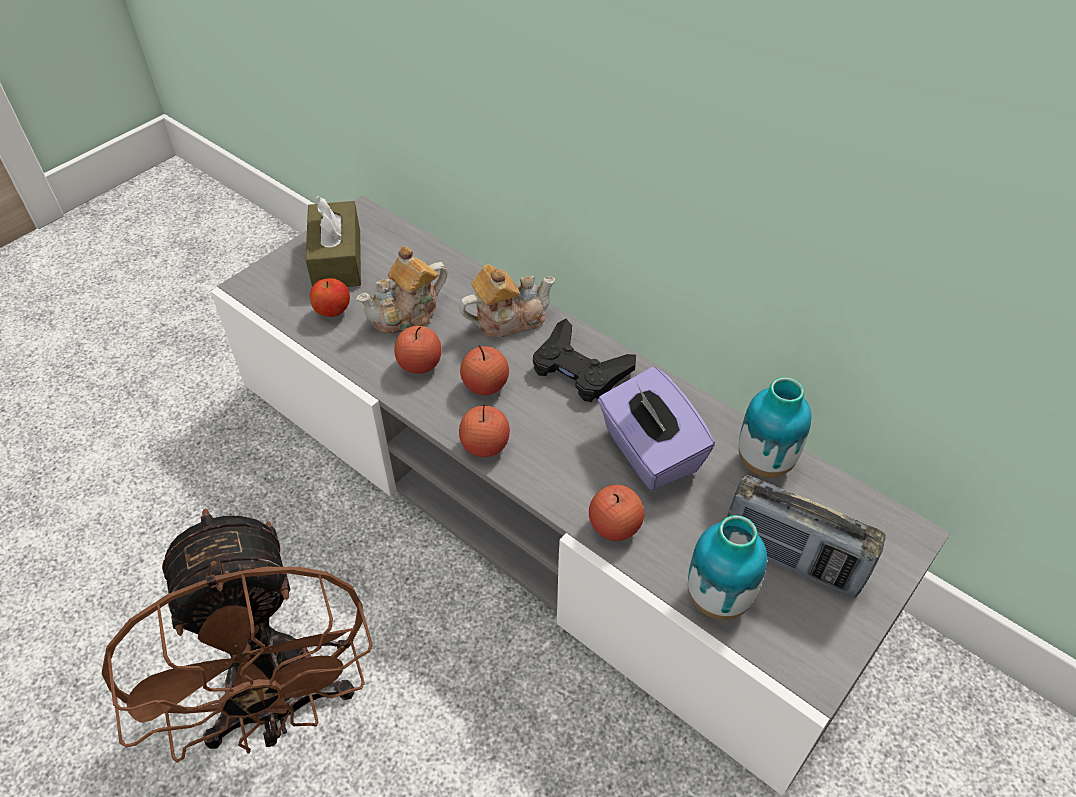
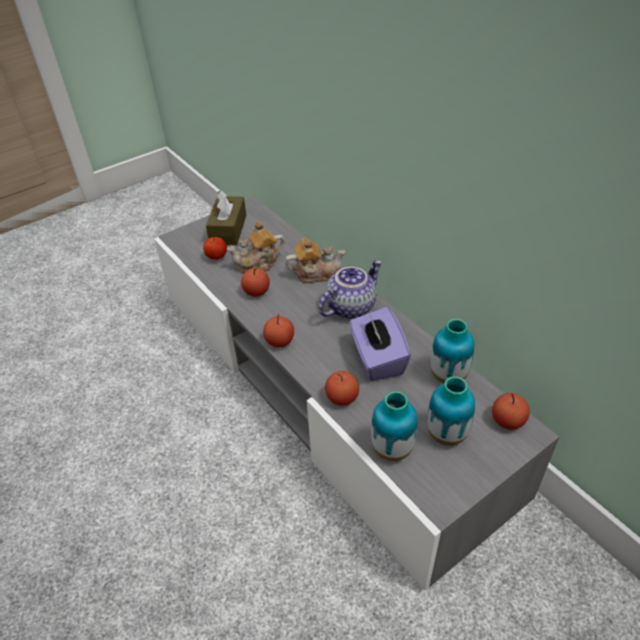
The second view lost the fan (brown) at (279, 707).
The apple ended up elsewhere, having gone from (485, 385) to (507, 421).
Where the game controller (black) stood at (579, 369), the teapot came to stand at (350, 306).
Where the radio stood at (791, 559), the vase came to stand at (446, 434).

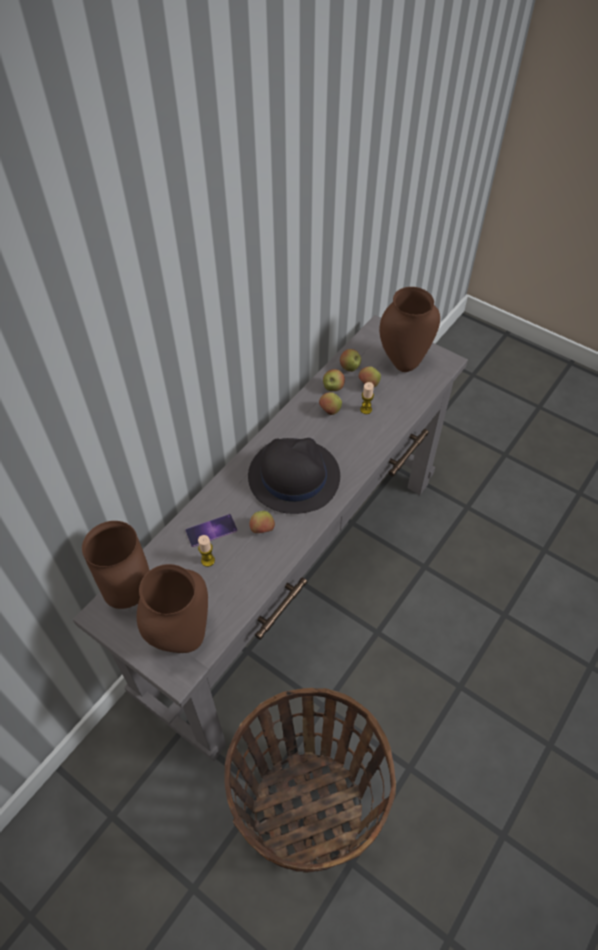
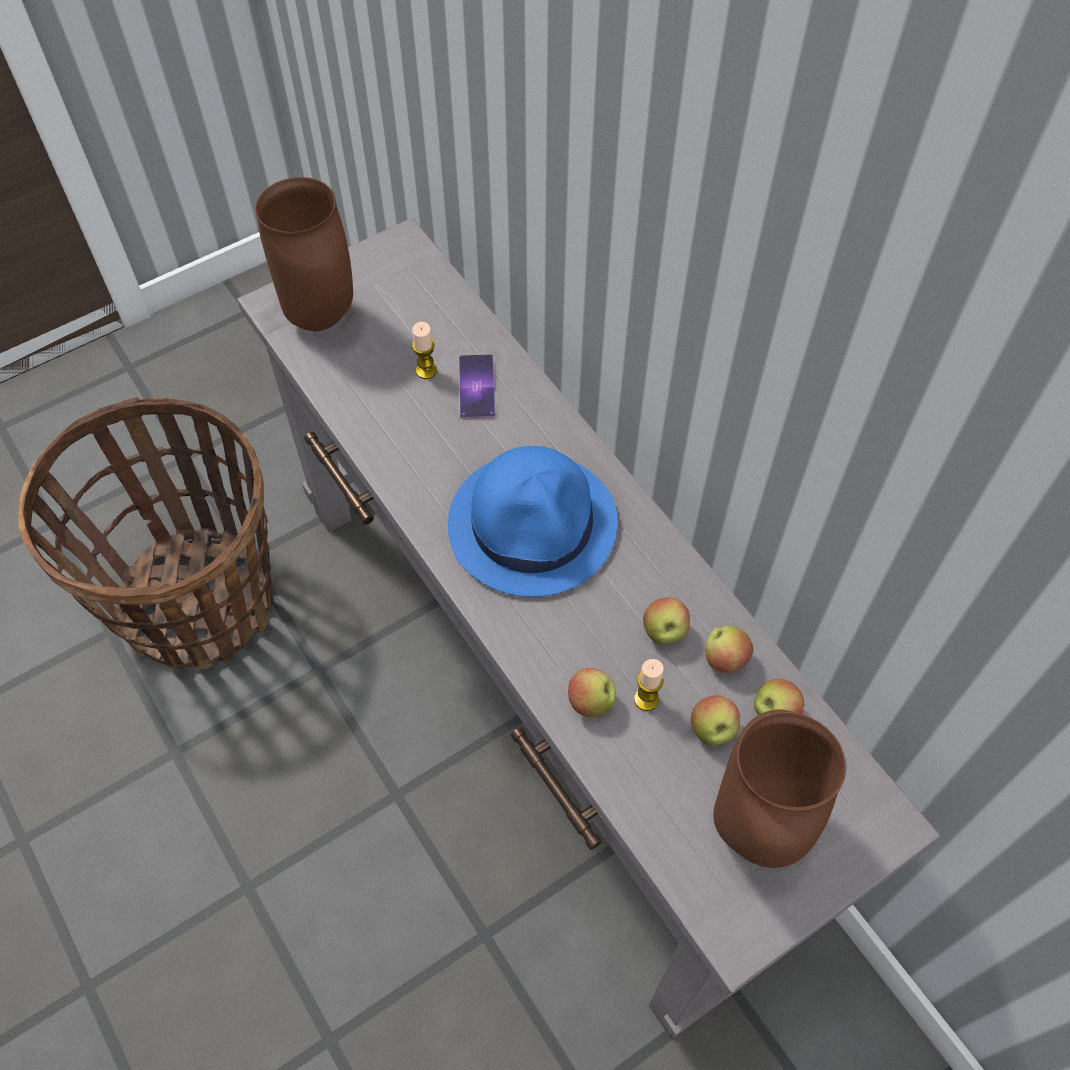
The second view lost the vase (brown) at (129, 596).
The apple ended up elsewhere, having gone from (262, 530) to (591, 702).
What was the hat (black) at (293, 476) turned into the hat (blue) at (533, 524).

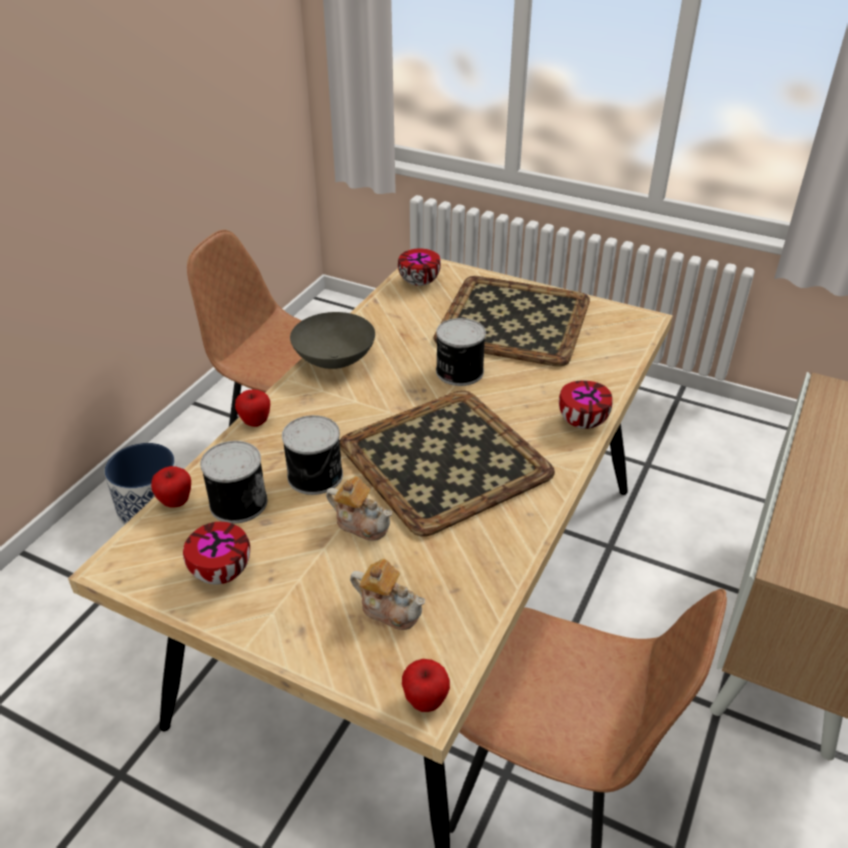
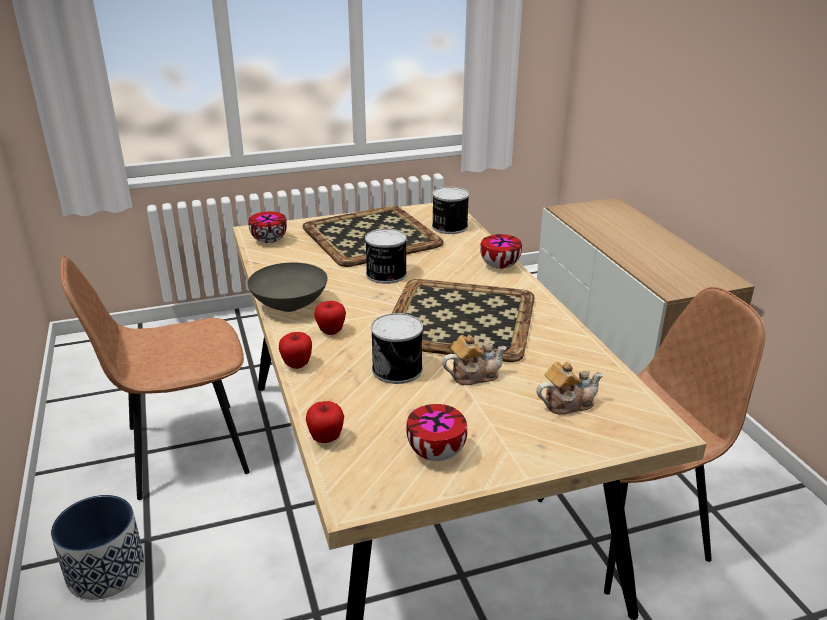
The can ended up elsewhere, having gone from (237, 502) to (448, 227).
The apple ended up elsewhere, having gone from (425, 701) to (331, 331).

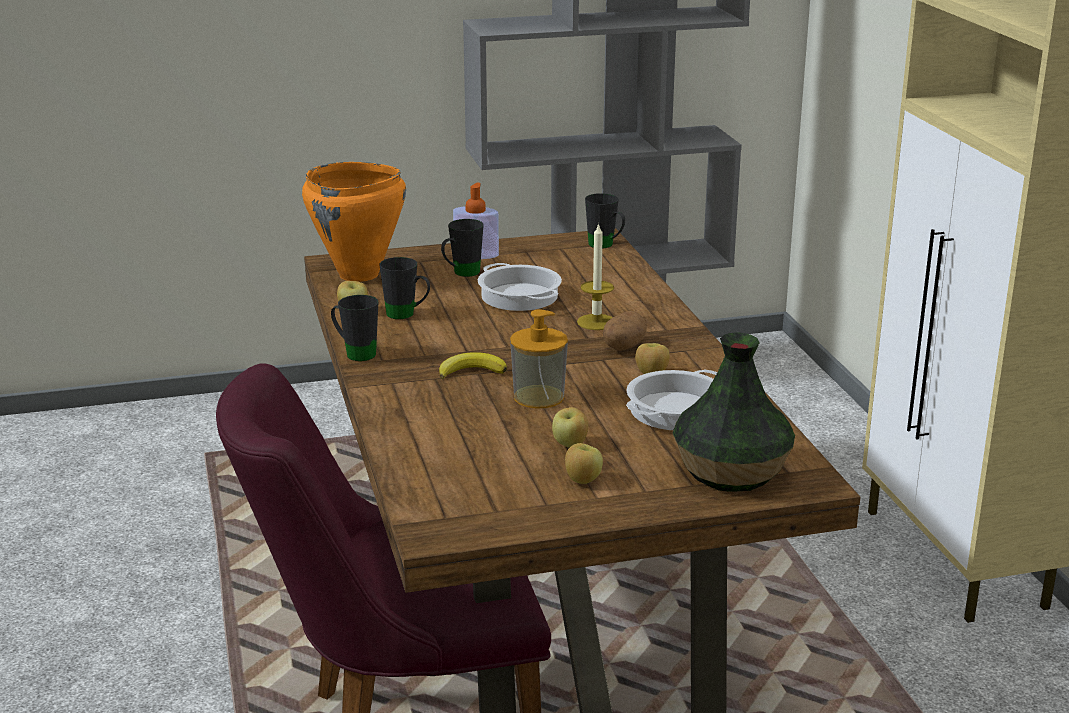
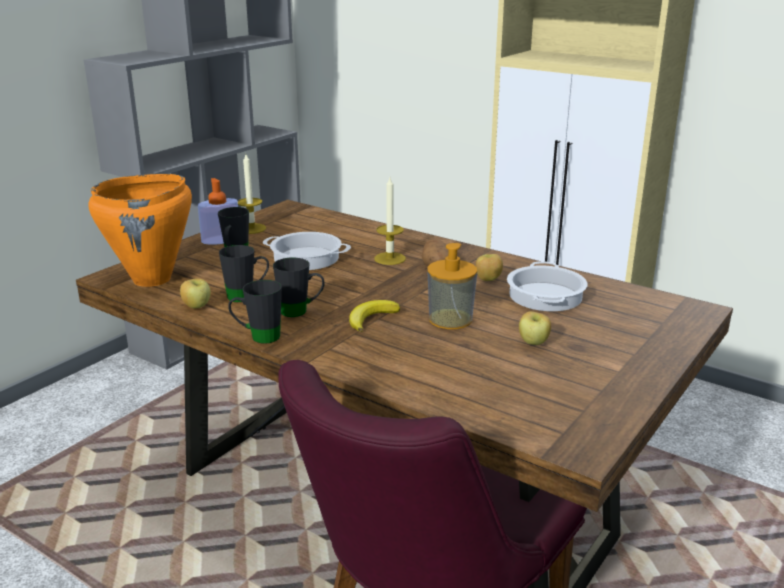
The second view lost the apple at (582, 481).
The second view lost the vase at (731, 471).
The second view gained the candle at (251, 228).
The mug (black) ended up elsewhere, having gone from (605, 246) to (300, 311).

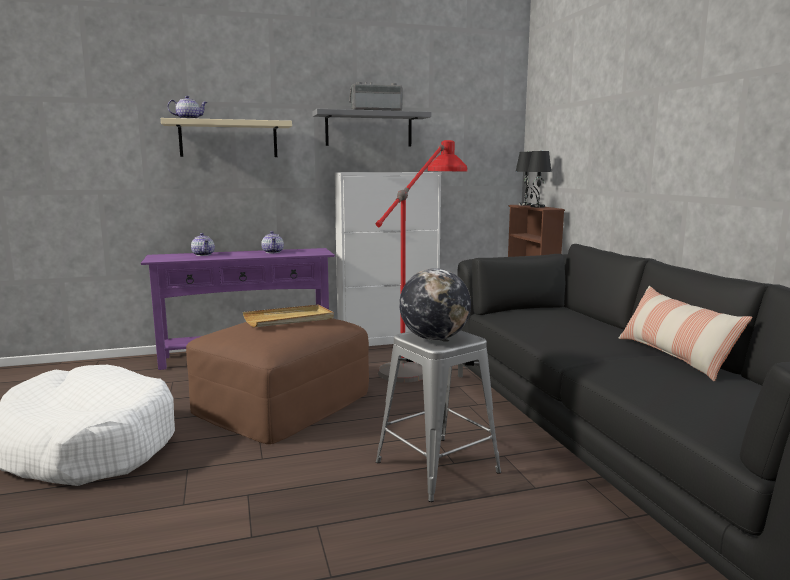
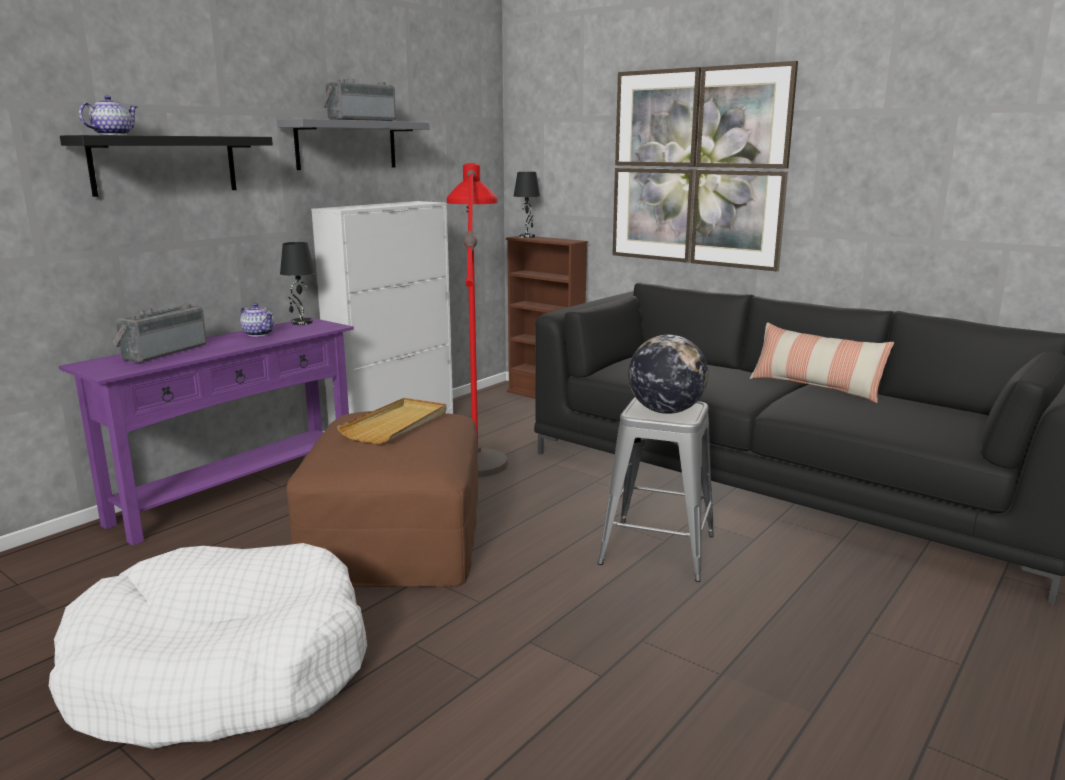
The second view gained the picture at (697, 168).
The table lamp (black) ended up elsewhere, having gone from (537, 207) to (301, 323).
Where the teapot stood at (203, 254), the radio came to stand at (162, 352).
What was the shelf (beige) at (228, 139) turned into the shelf (black) at (165, 165).

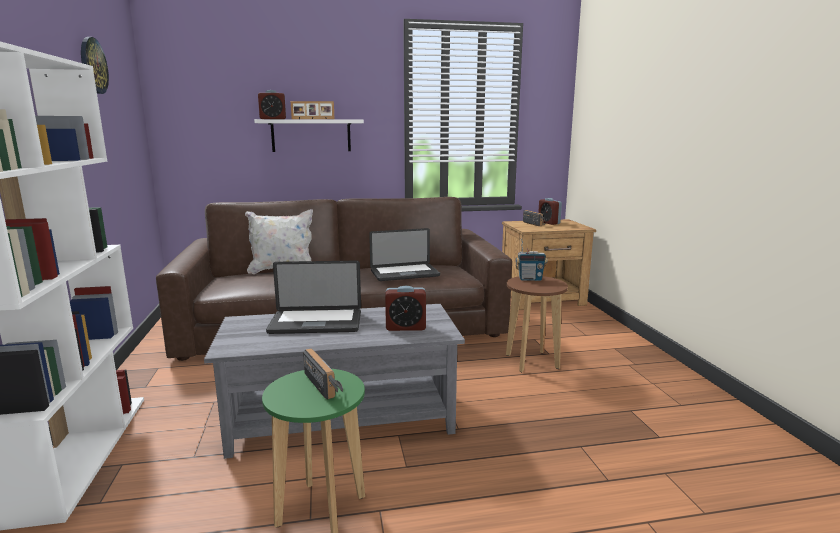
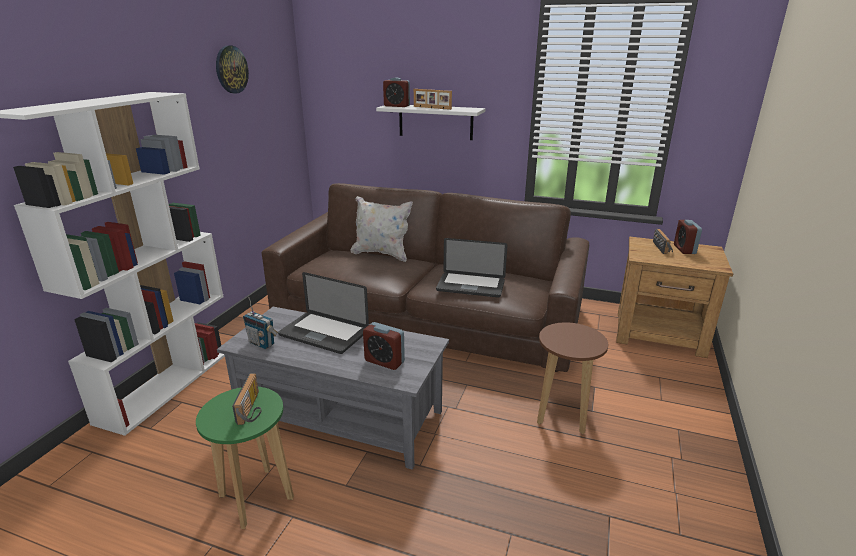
The radio ended up elsewhere, having gone from (530, 279) to (262, 343).

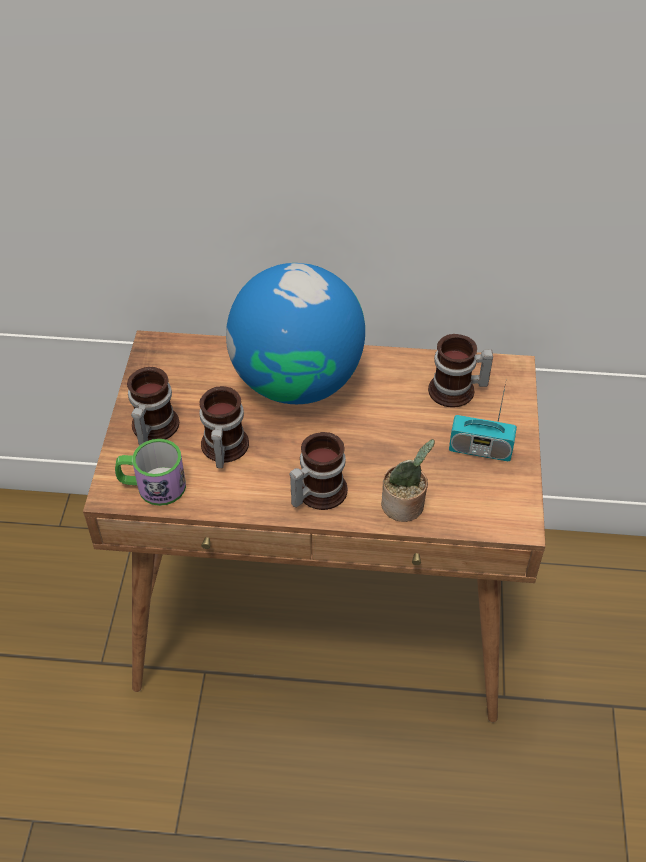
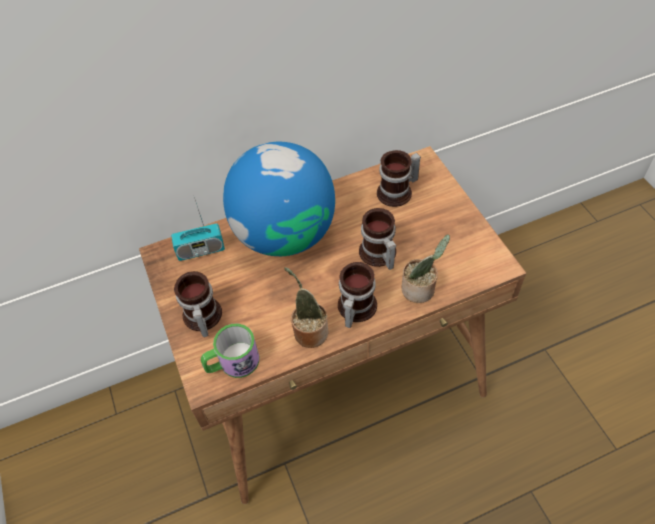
The second view gained the potted plant at (309, 331).
The mug ended up elsewhere, having gone from (222, 448) to (377, 255).
The radio ended up elsewhere, having gone from (480, 449) to (201, 250).

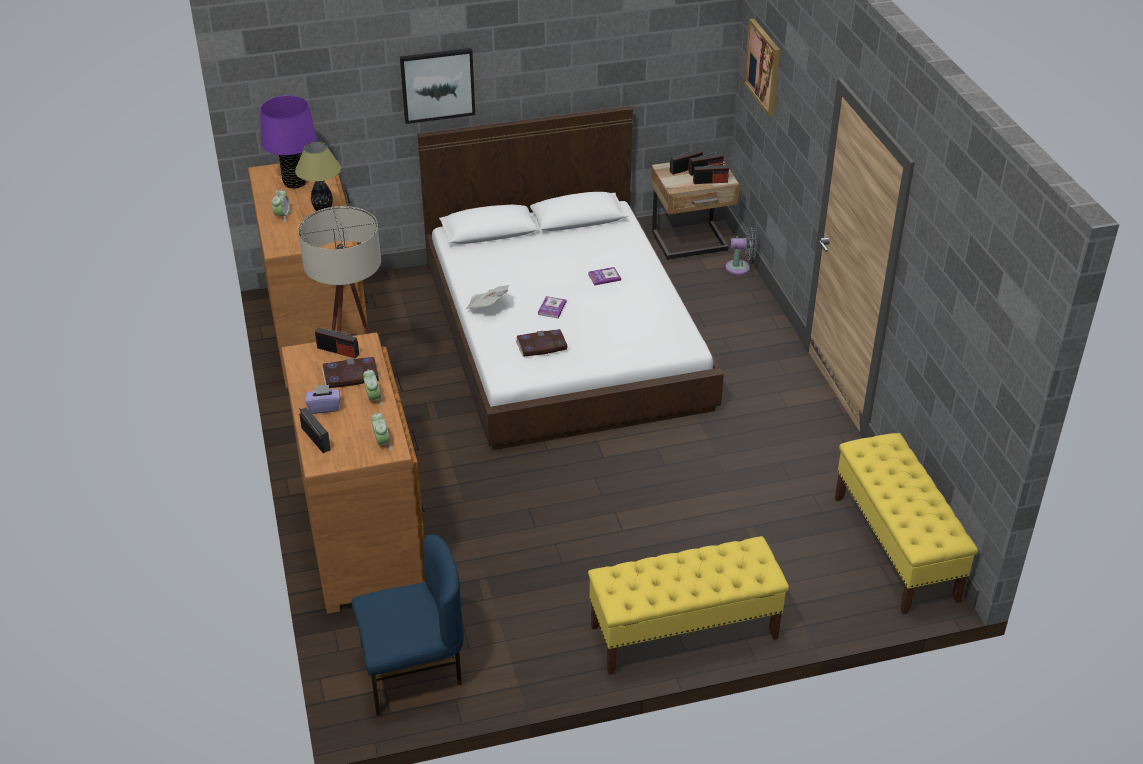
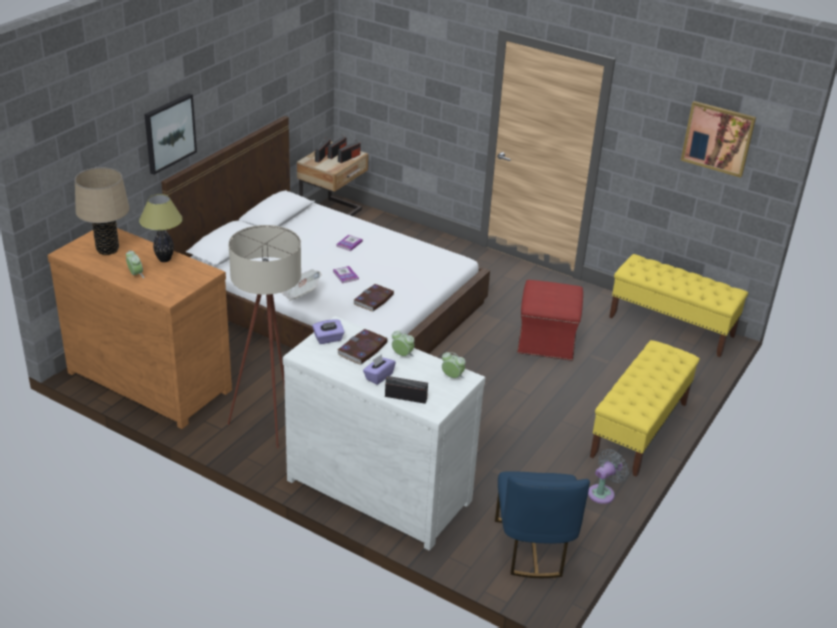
The second view gained the ottoman (red) at (546, 342).
The fan (grey) ended up elsewhere, having gone from (740, 268) to (603, 493).
The picture ended up elsewhere, having gone from (763, 66) to (718, 138).
Where the radio stood at (338, 351), the tissue box (purple) came to stand at (328, 339).
What was the table lamp (purple) at (295, 183) turned into the table lamp (beige) at (107, 250).
What was the dresser (brown) at (364, 534) turned into the dresser (white) at (380, 488).
The chair (blue) at (413, 672) ended up facing another way, 150 degrees clockwise from before.

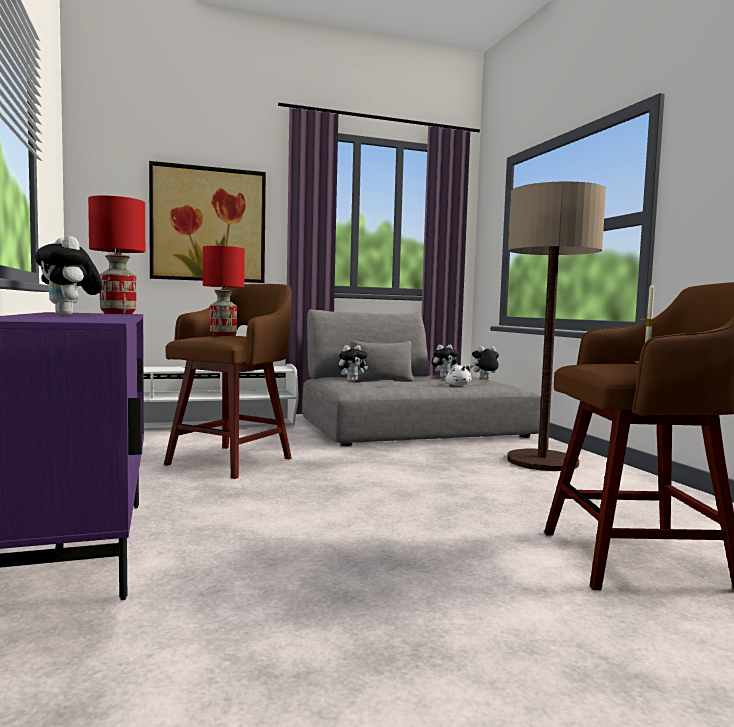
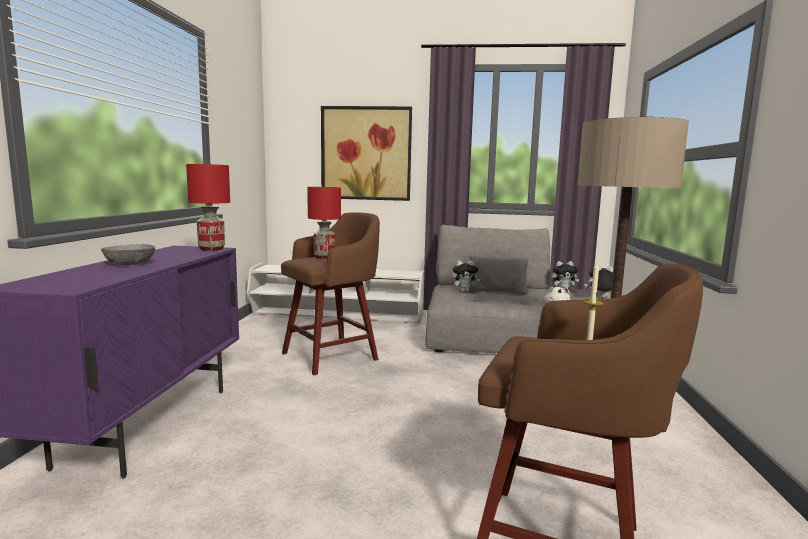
Where the plush toy stood at (70, 315), the bowl (grey) came to stand at (130, 264).

